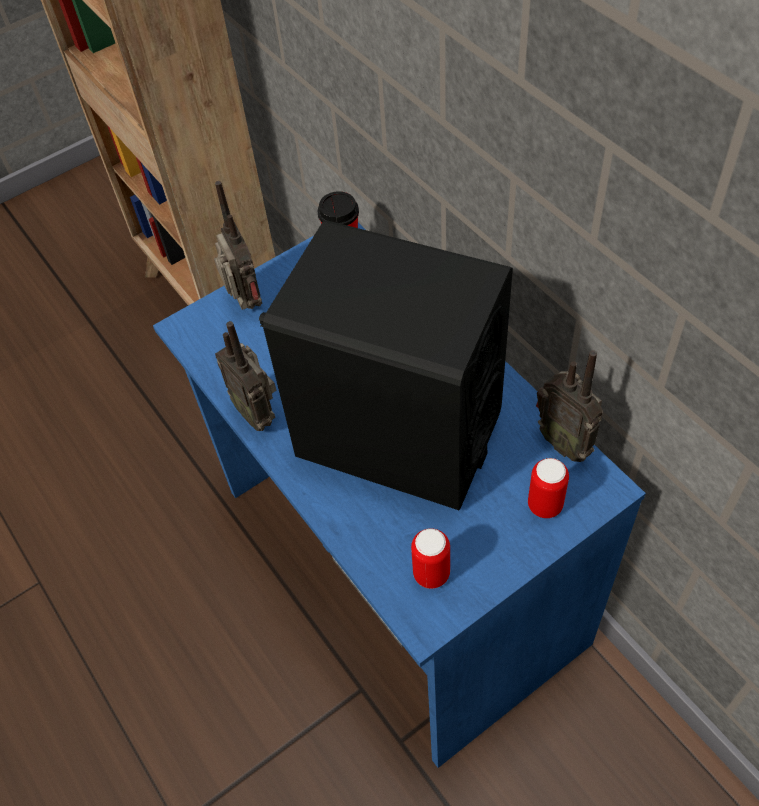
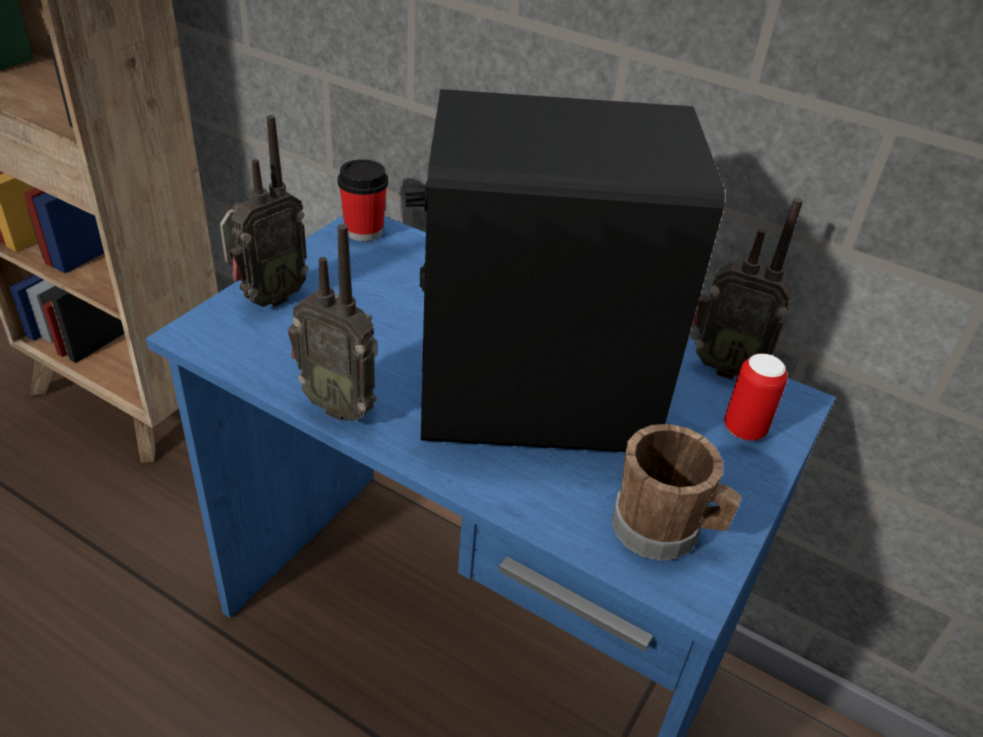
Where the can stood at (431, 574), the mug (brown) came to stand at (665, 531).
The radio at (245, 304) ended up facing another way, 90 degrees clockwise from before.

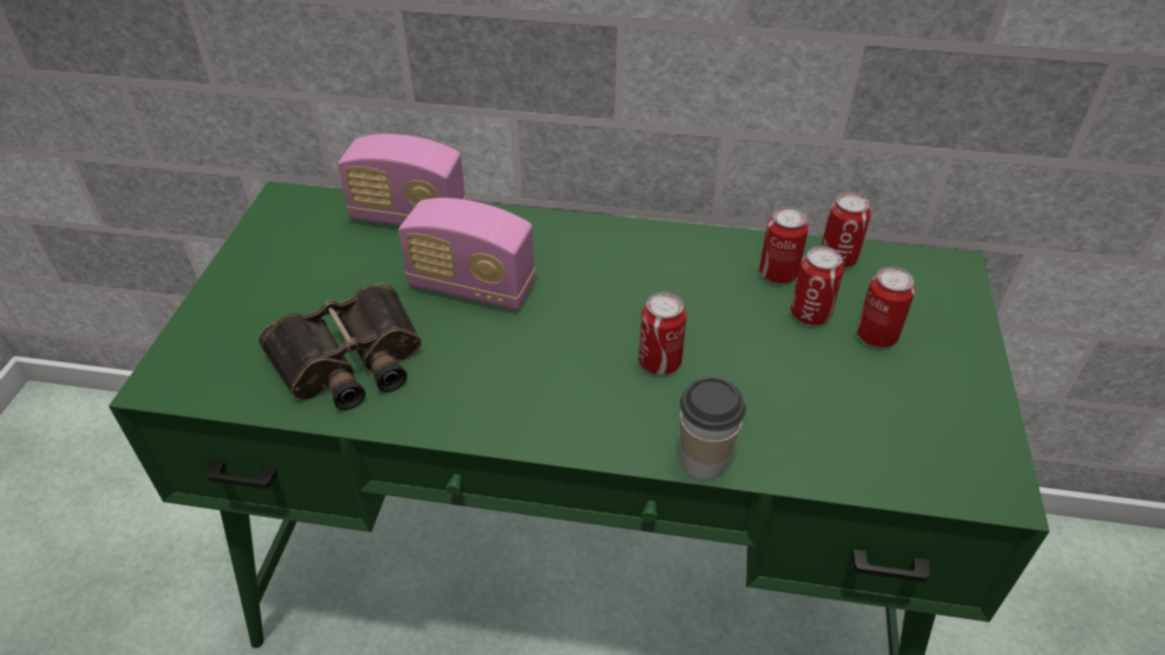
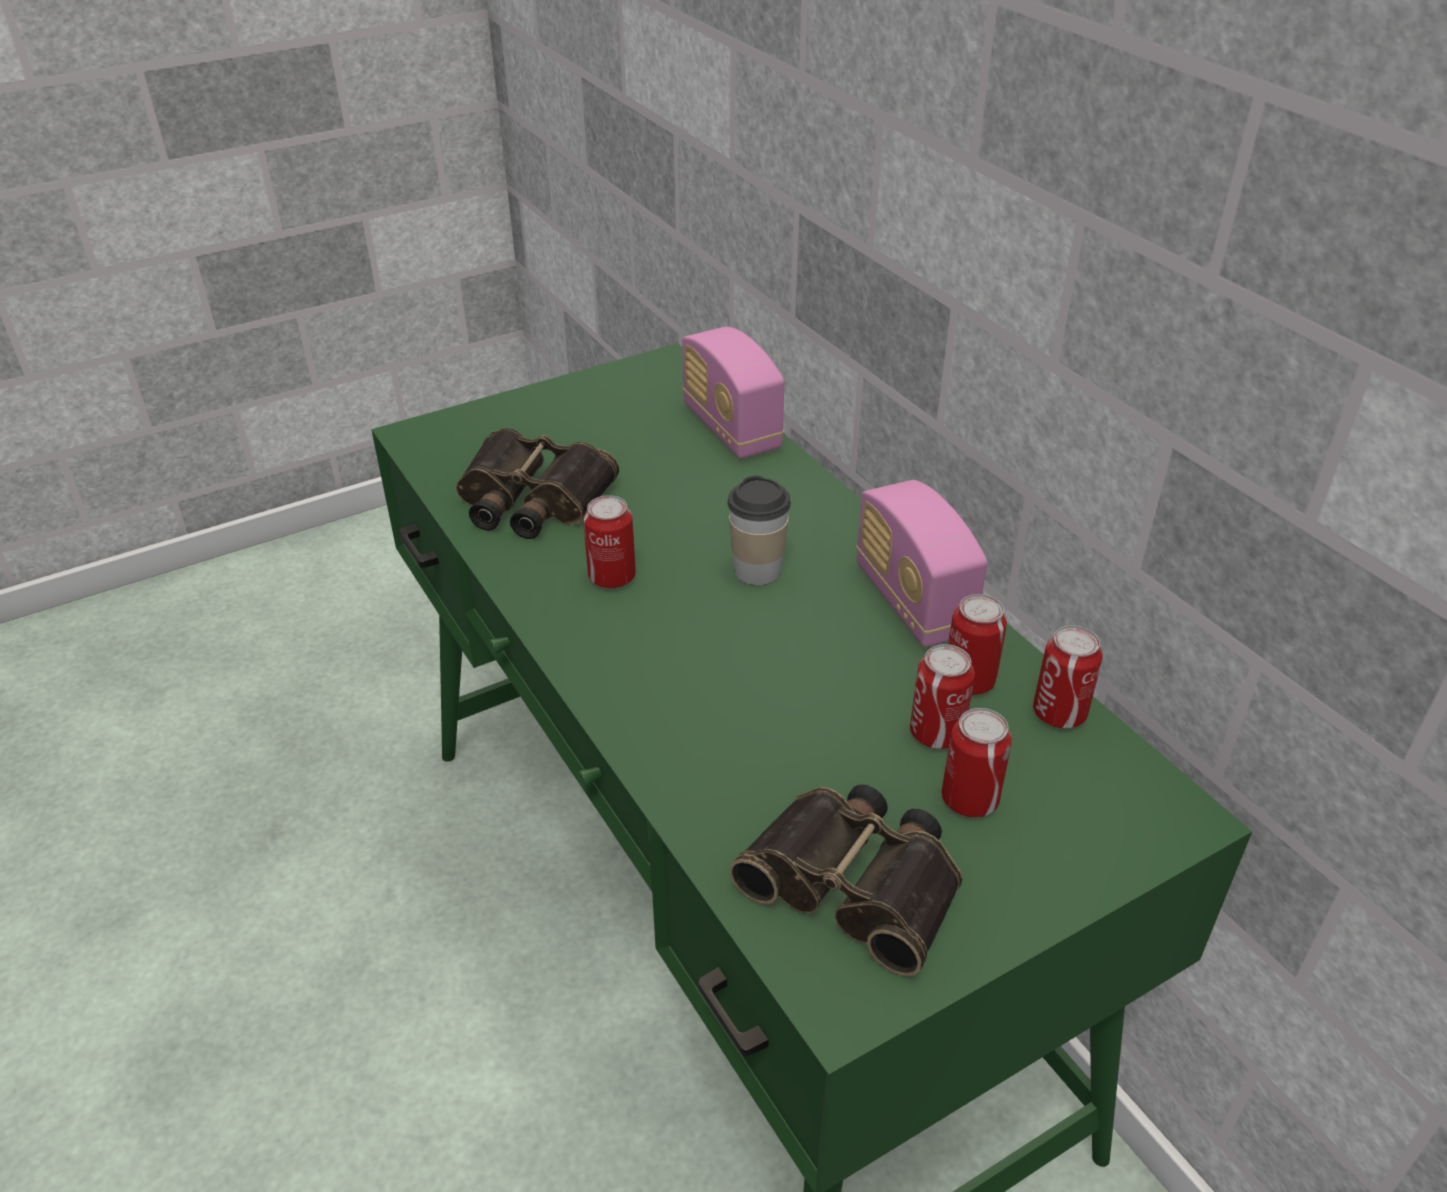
The second view gained the binoculars at (857, 882).
The radio ended up elsewhere, having gone from (472, 287) to (912, 601).
The can ended up elsewhere, having gone from (659, 362) to (612, 577).
The cup ended up elsewhere, having gone from (704, 460) to (757, 571).

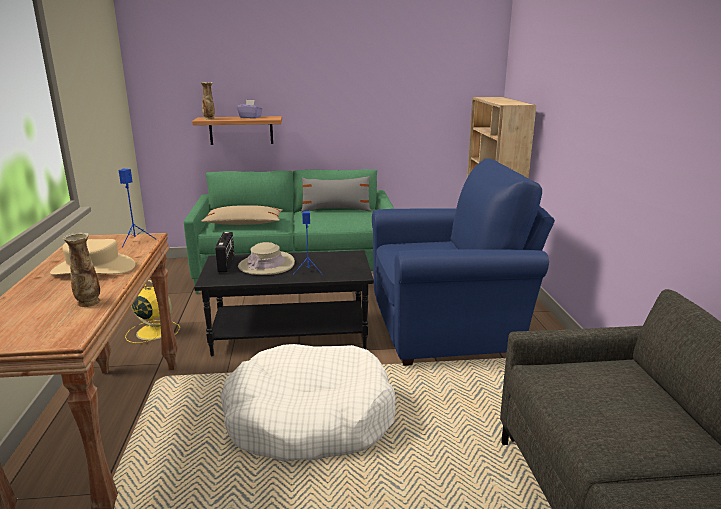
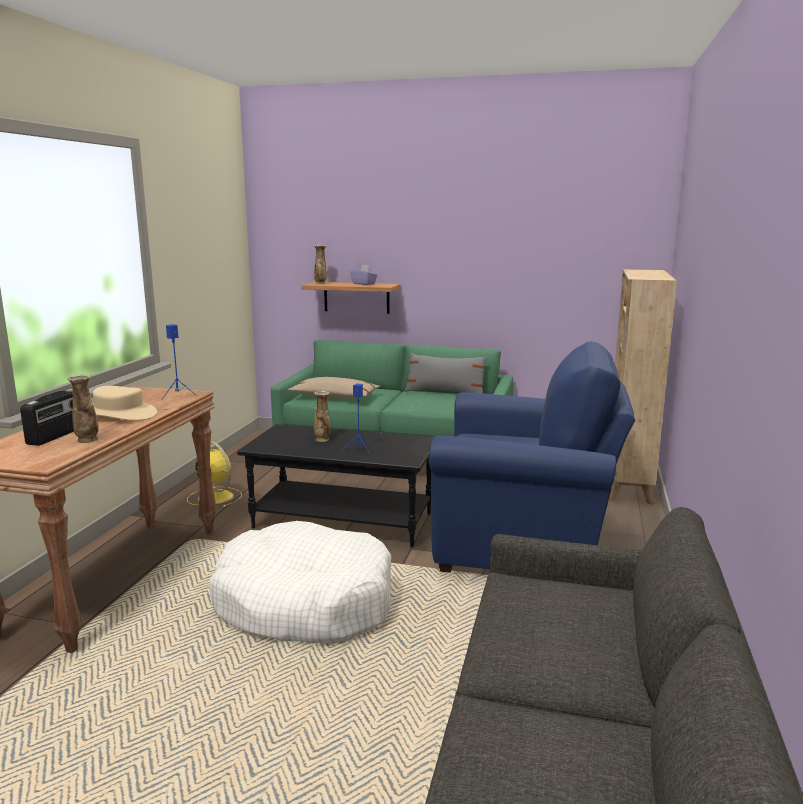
The radio ended up elsewhere, having gone from (227, 264) to (57, 435).
Where the hat (beige) stood at (266, 265), the vase came to stand at (322, 439).

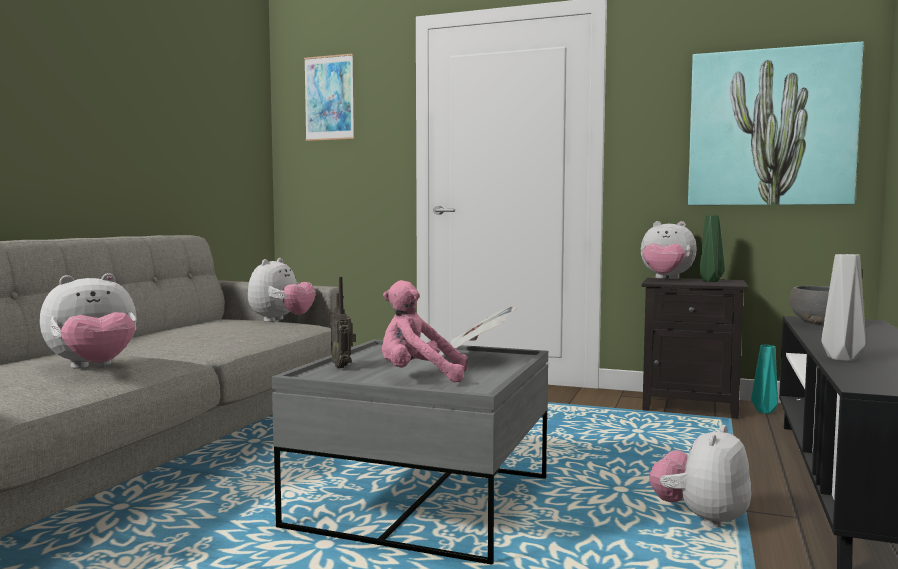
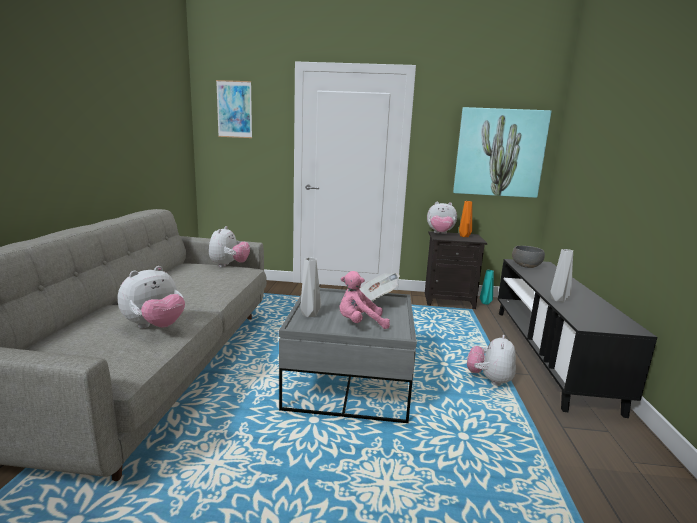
Where the radio stood at (343, 366), the vase (grey) came to stand at (308, 315).
What was the vase (green) at (709, 281) turned into the vase (orange) at (463, 236).

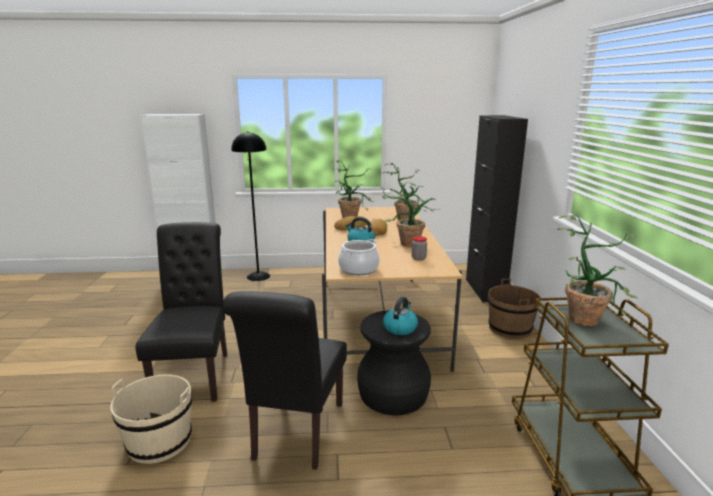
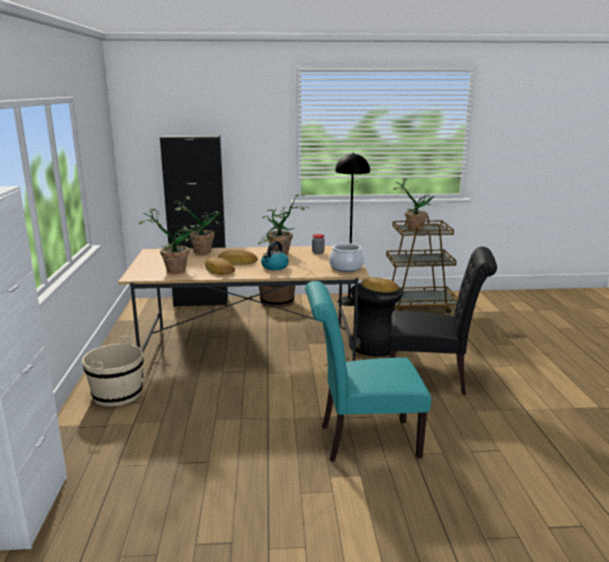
The bucket (beige) ended up elsewhere, having gone from (159, 442) to (117, 394).
The floor lamp (black) ended up elsewhere, having gone from (258, 276) to (348, 301).
Where the kettle stood at (400, 328), the bread came to stand at (379, 289).
What was the chair (black) at (195, 374) turned into the chair (turquoise) at (362, 441).

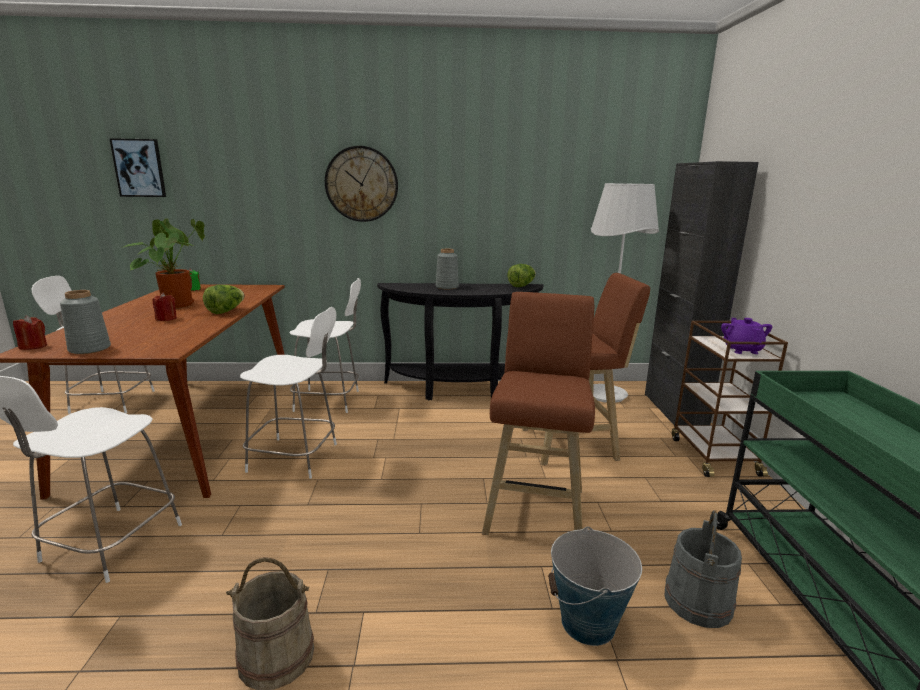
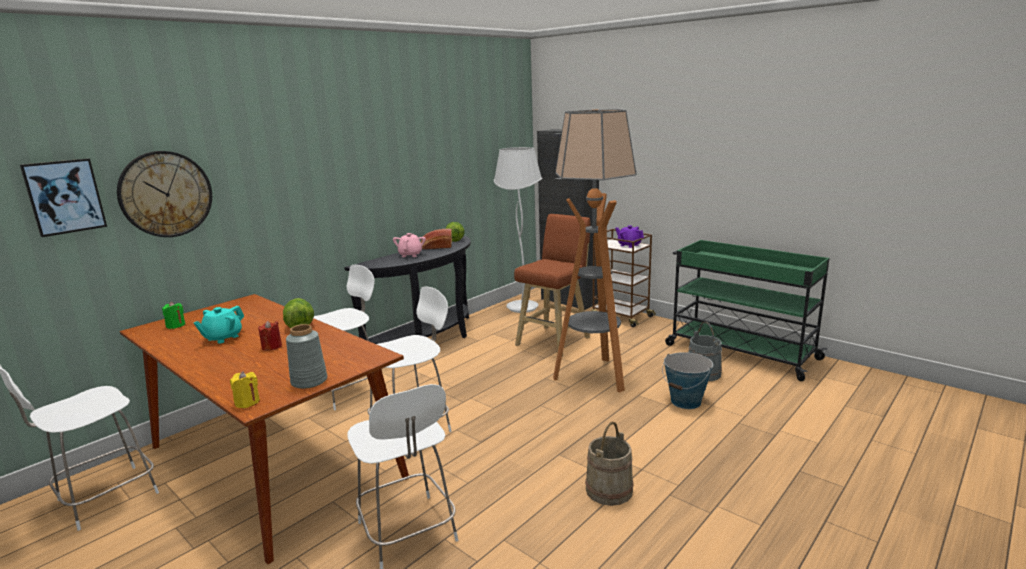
The second view gained the bread at (436, 247).
The wall clock ended up elsewhere, having gone from (361, 184) to (166, 194).
Where the potted plant stood at (177, 304), the teapot (turquoise) came to stand at (222, 338).
Where the vase (grey) stood at (446, 287), the teapot (pink) came to stand at (410, 255).
Where the stool (brown) stood at (536, 507), the floor lamp came to stand at (593, 376).
What was the candle (red) at (33, 346) turned into the candle (yellow) at (247, 402).

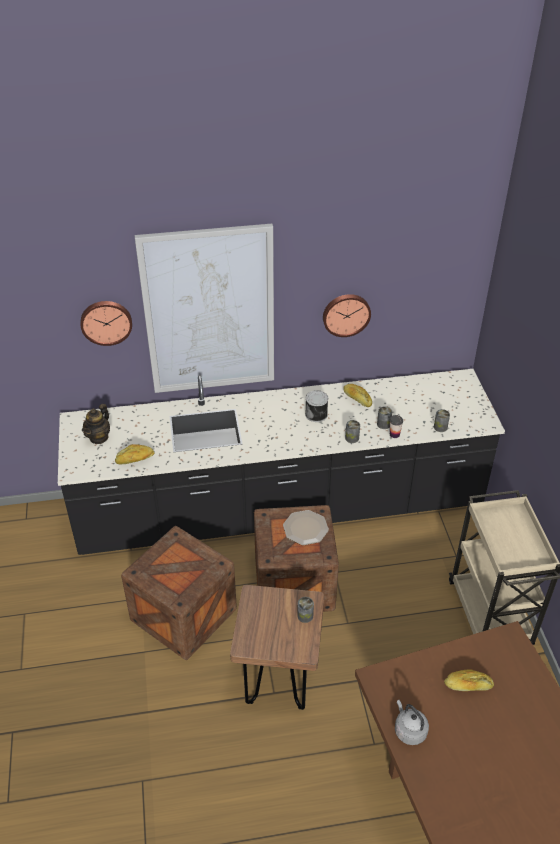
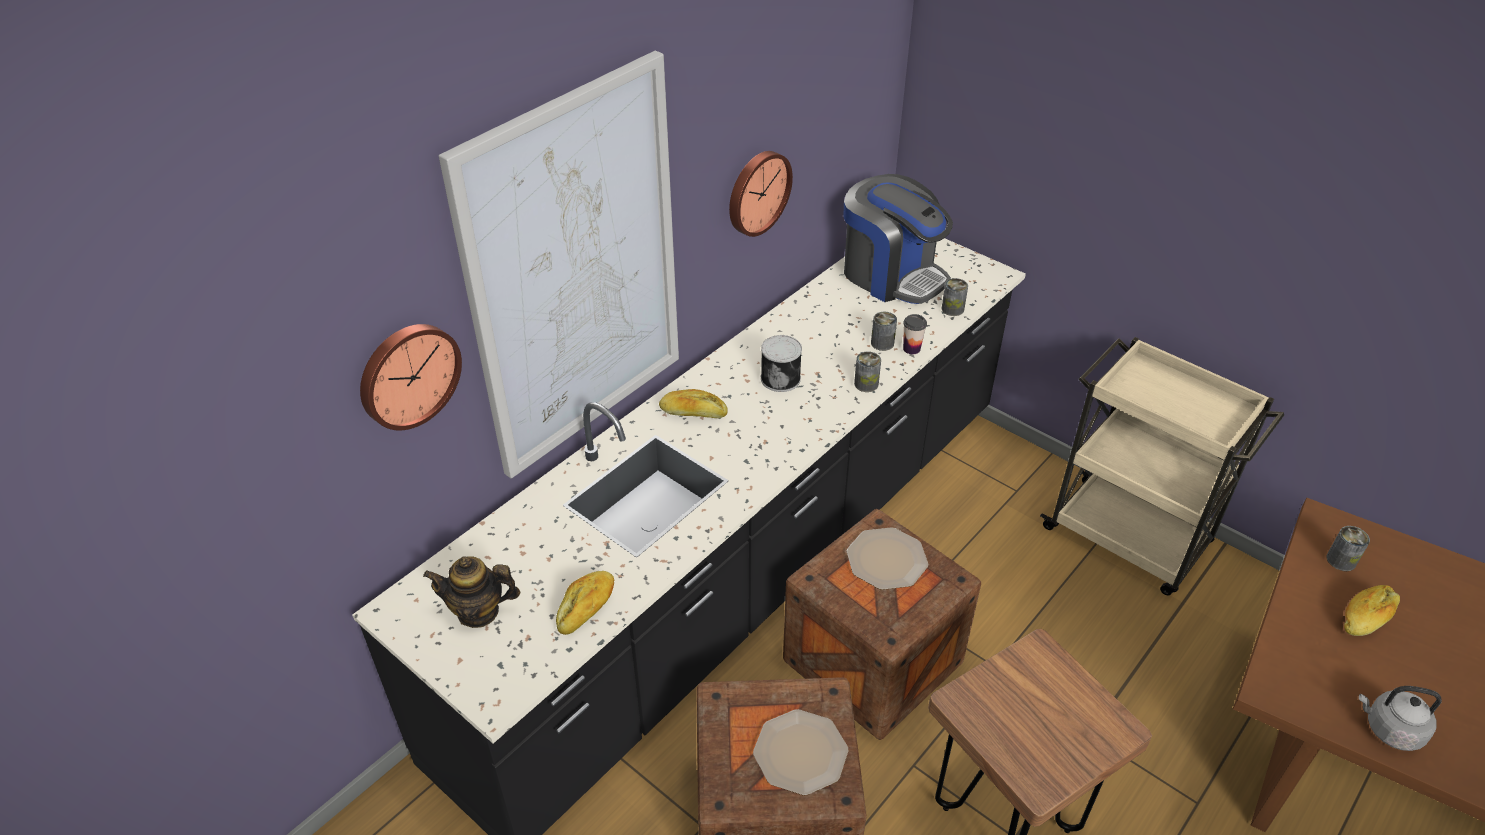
The second view gained the plate at (800, 752).
The second view gained the coffee machine at (892, 275).
The can ended up elsewhere, having gone from (305, 616) to (1341, 560).
The bread ended up elsewhere, having gone from (357, 399) to (693, 413).
The teapot at (99, 437) ended up facing another way, 105 degrees clockwise from before.

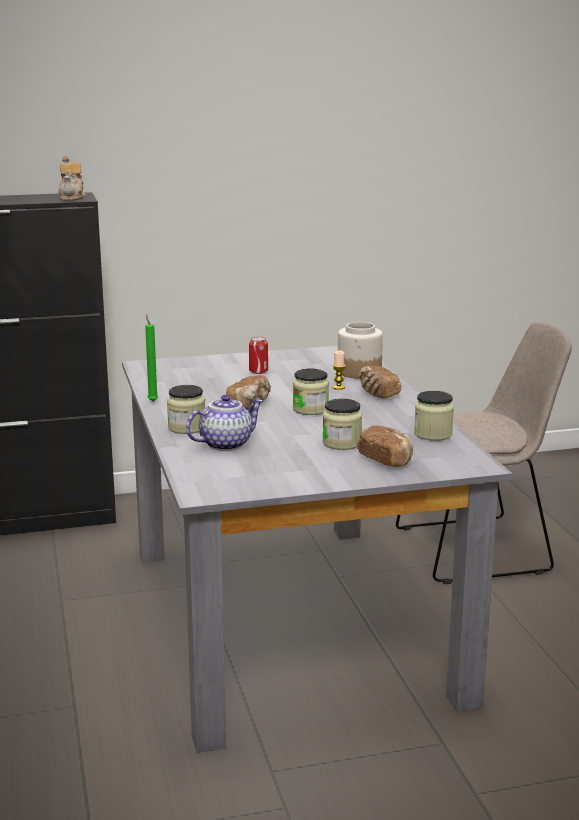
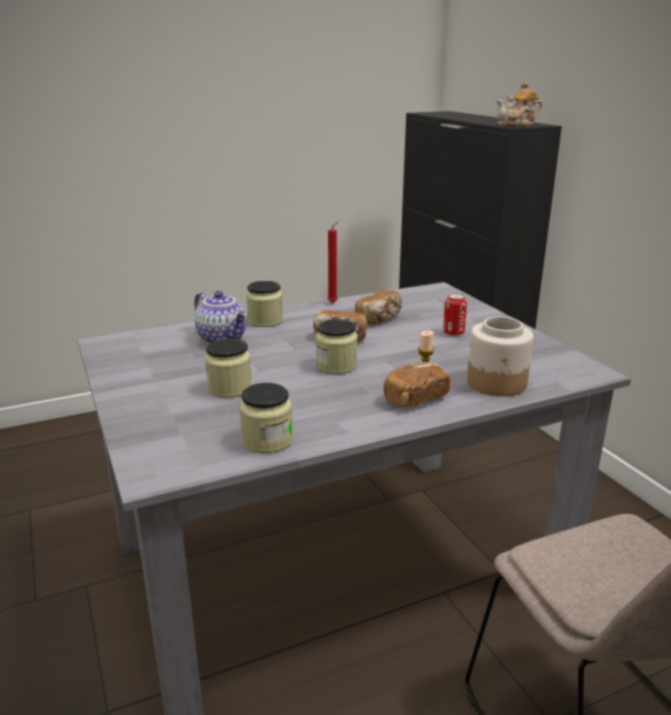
The bread ended up elsewhere, having gone from (386, 460) to (379, 319).
What was the candle (green) at (152, 401) turned into the candle (red) at (334, 302).

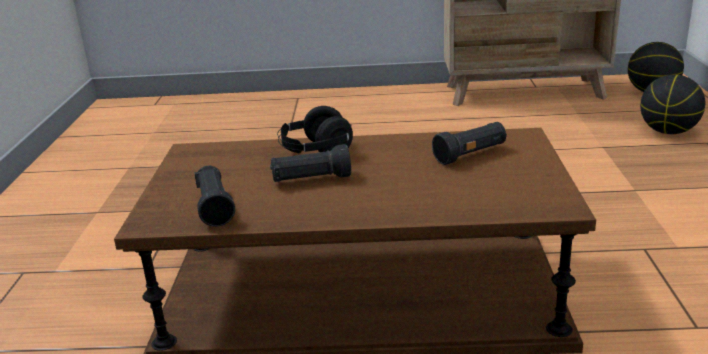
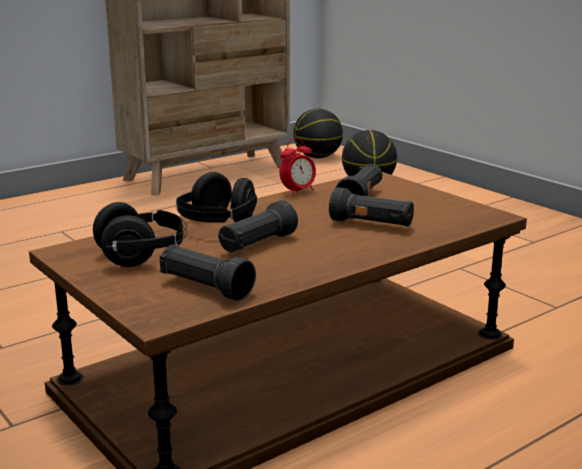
The second view gained the headphones (black) at (143, 255).
The second view gained the alarm clock at (298, 192).
The second view gained the flashlight (black) at (371, 224).

